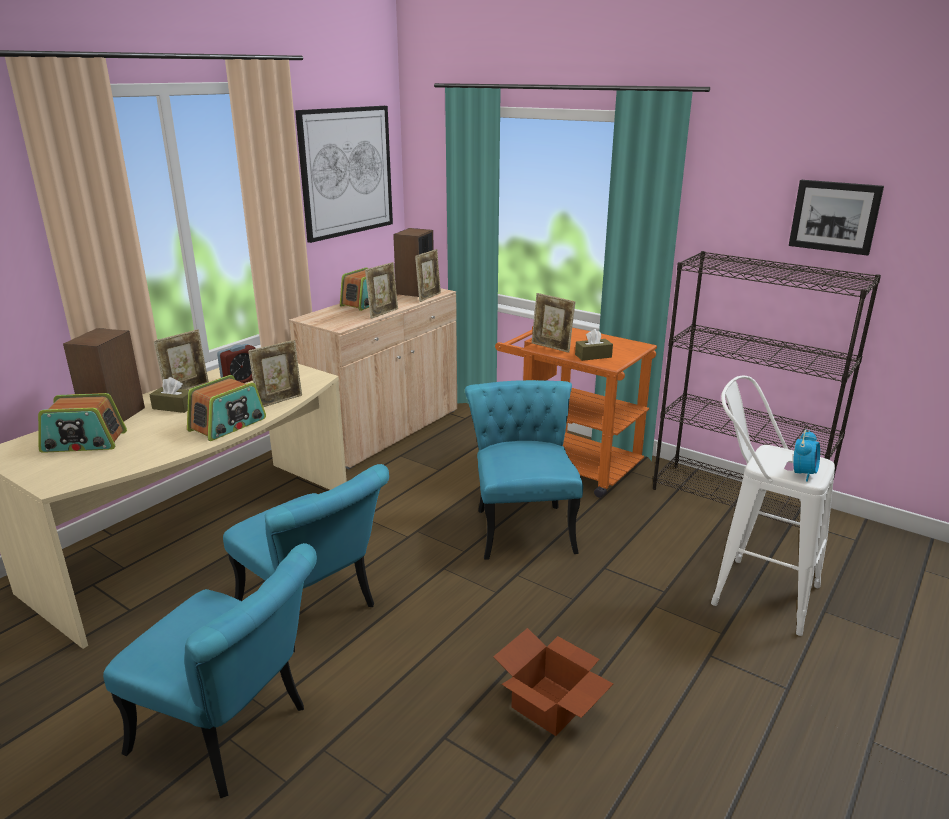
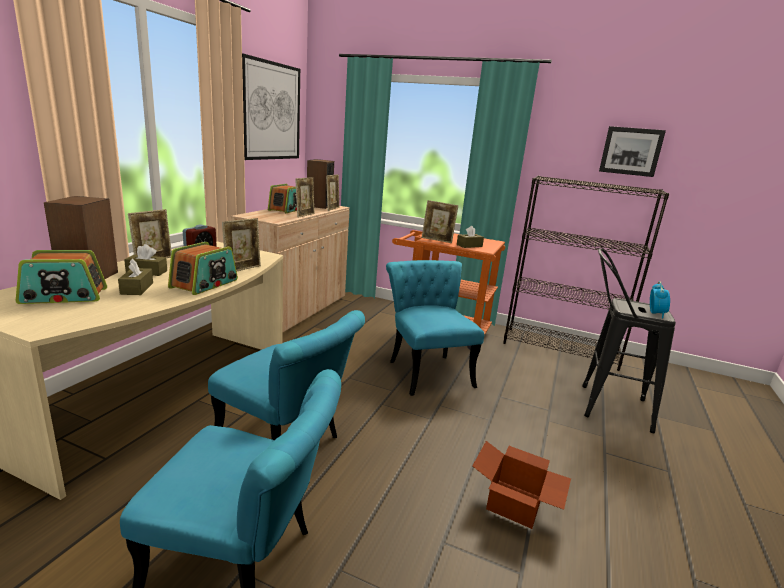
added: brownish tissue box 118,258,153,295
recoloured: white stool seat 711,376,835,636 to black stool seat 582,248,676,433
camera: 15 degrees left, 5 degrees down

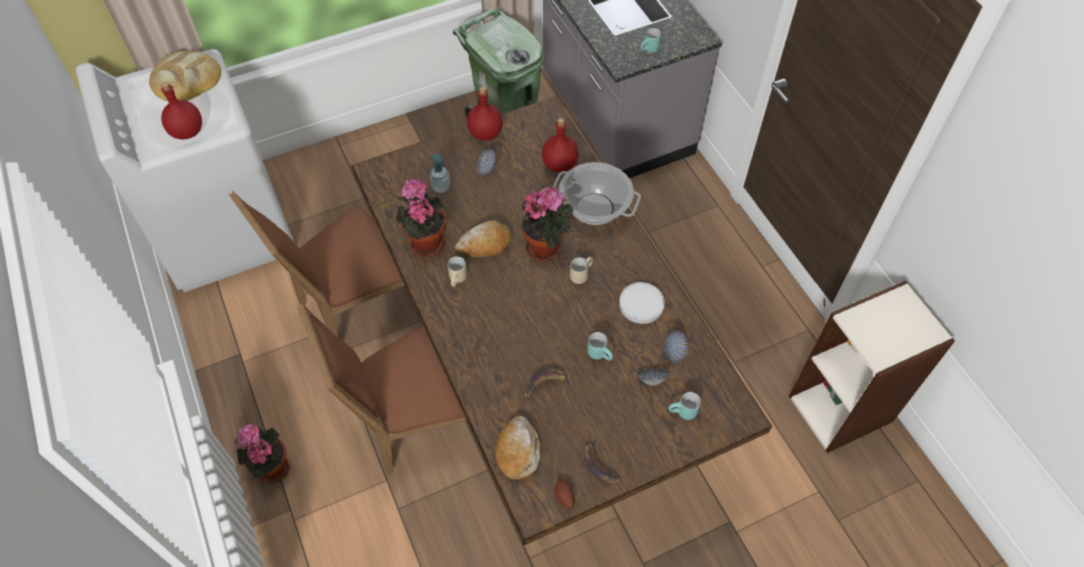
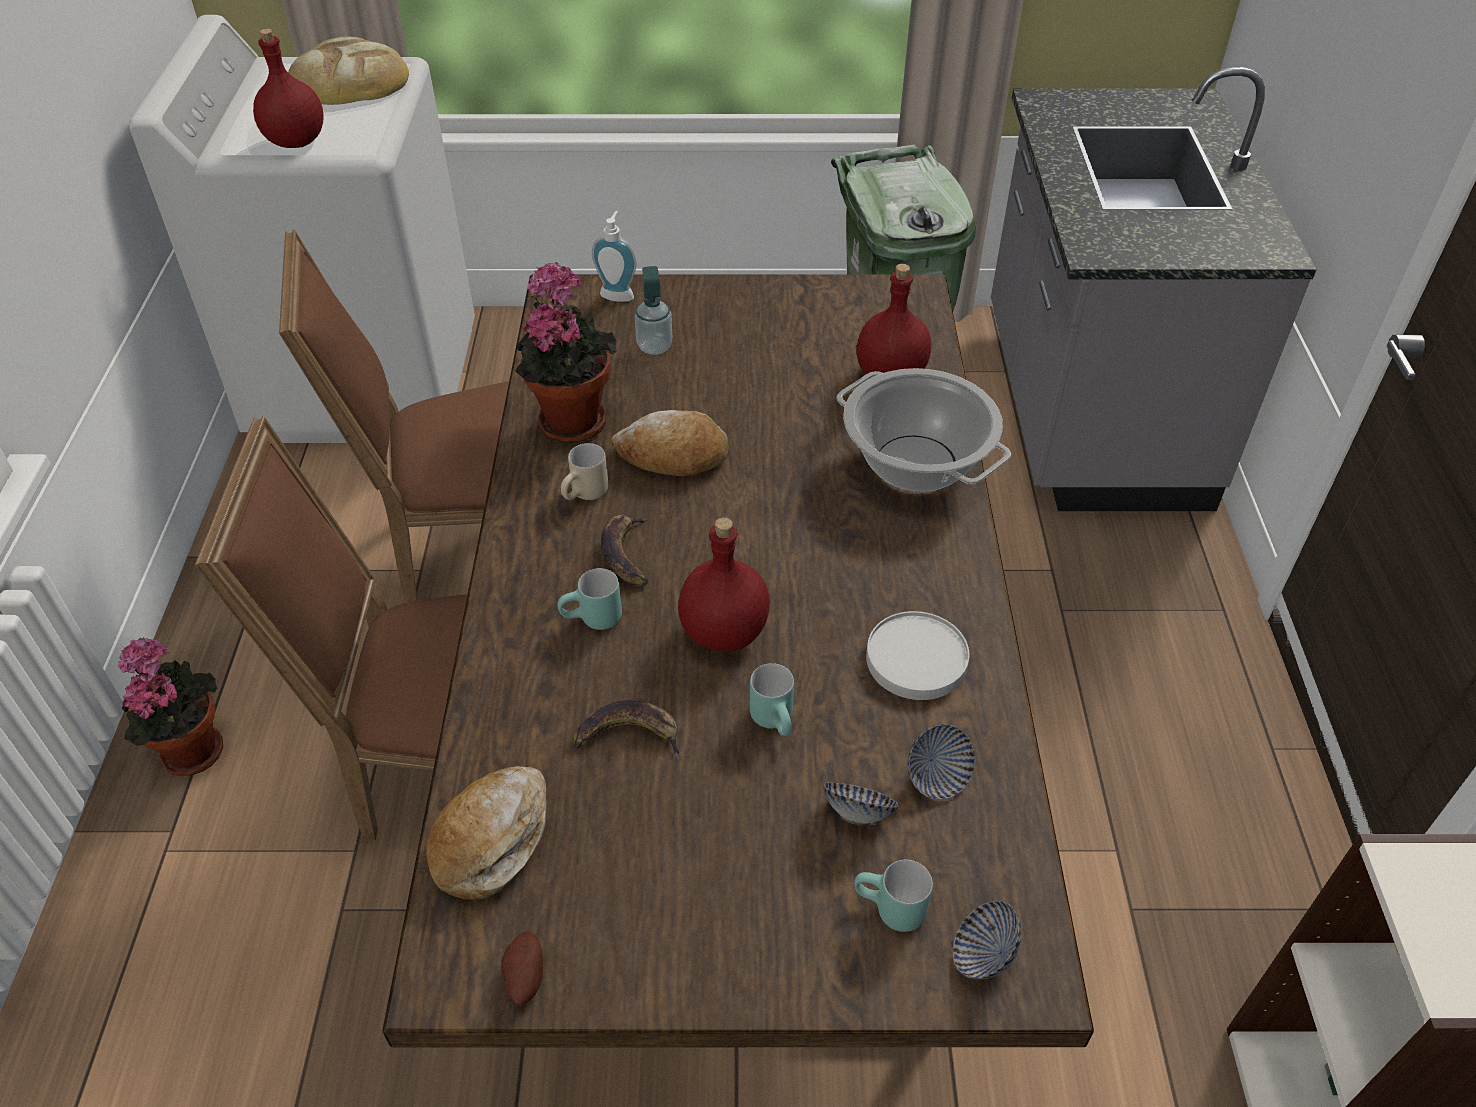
removed: plant in a pot 521,187,573,261; beige-coloured tea mug 570,257,593,284
added: liquid soap bottle 592,211,637,302
moved: red beverage bottle 467,86,503,141 to 678,517,770,652; deep dish 477,149,497,175 to 953,901,1022,980; banana fruit 584,439,622,483 to 601,515,649,586; turquoise-coloured tea mug 640,28,661,53 to 557,568,622,630
camera: 25 degrees right, 10 degrees down

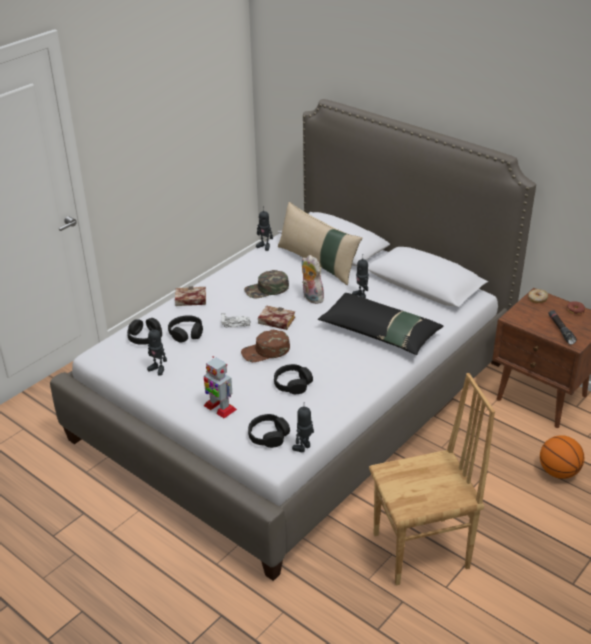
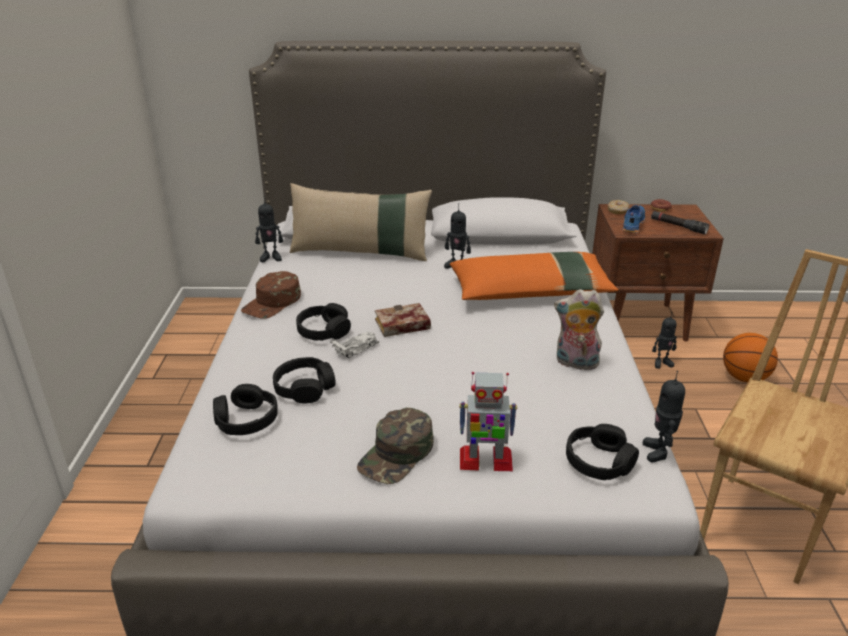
removed: bound book 175,286,206,306
added: bluish item of footwear 623,205,645,233
moved: model robot 147,327,167,375 to 652,313,677,369; brownish baseball cap 241,330,290,362 to 241,271,301,318; green baseball cap 244,270,289,298 to 357,408,434,484; black headset 274,364,313,394 to 296,303,351,341; cuddly toy 302,255,324,304 to 554,289,604,370
recoloured: black pillow 318,293,443,355 to orange-coloured pillow 450,252,619,300
camera: 40 degrees left, 5 degrees down

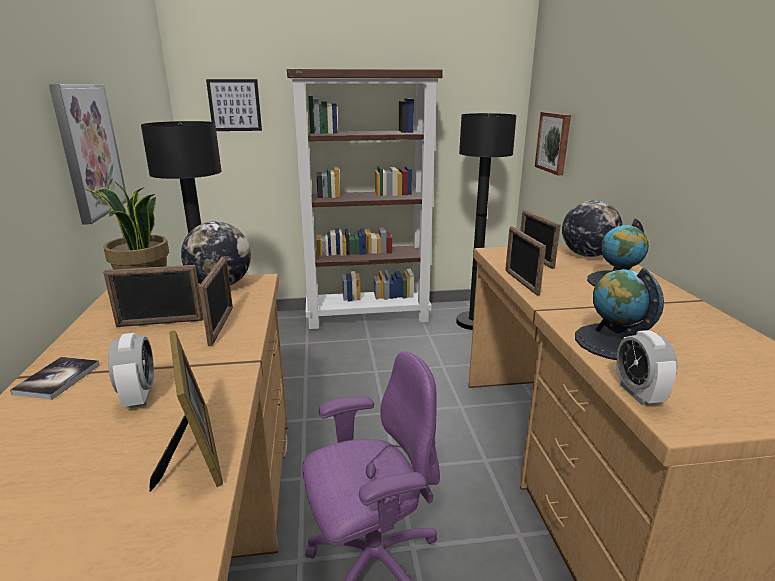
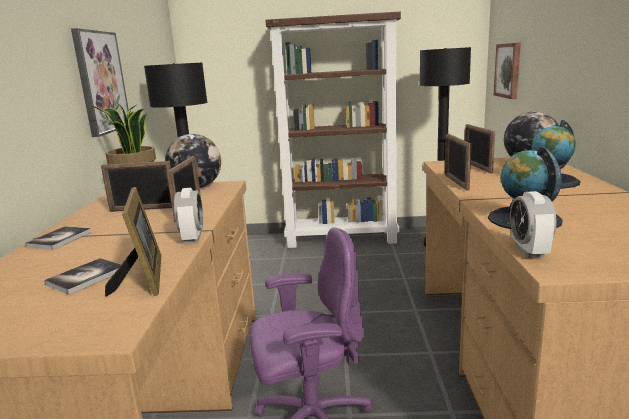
removed: wall picture 206,79,262,131
added: bound book 44,258,121,295
moved: table clock 108,333,154,408 to 174,188,203,244
camera: 10 degrees right, 5 degrees down

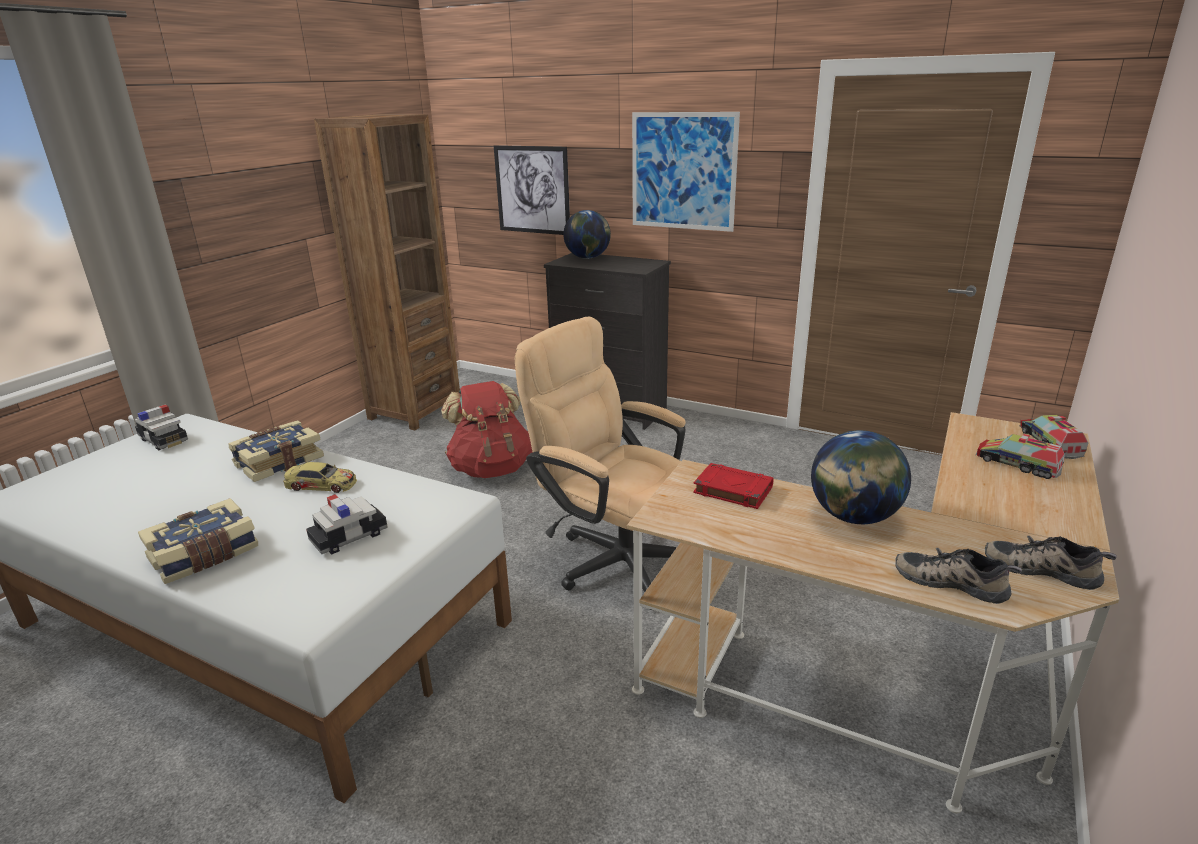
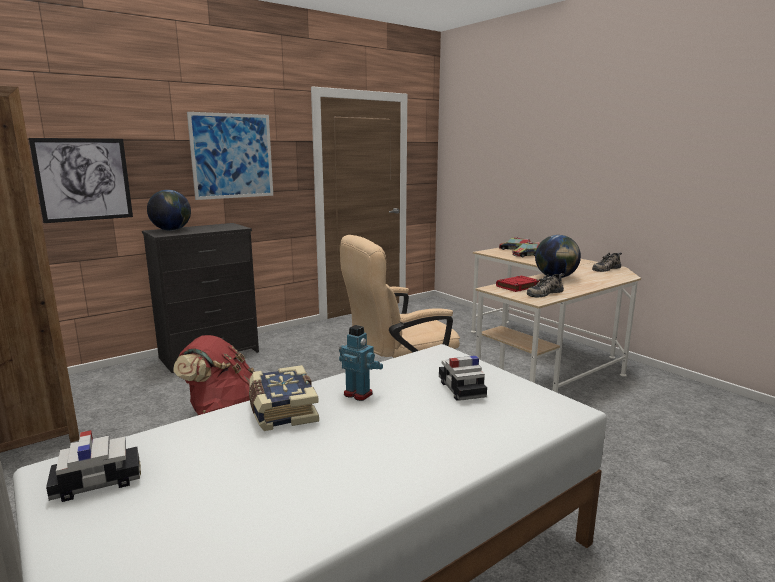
removed: bound book 138,498,258,584
moved: item of footwear 895,548,1022,604 to 527,273,565,297
replaced: model car 283,462,357,493 to model robot 339,325,383,401
camera: 65 degrees left, 10 degrees down

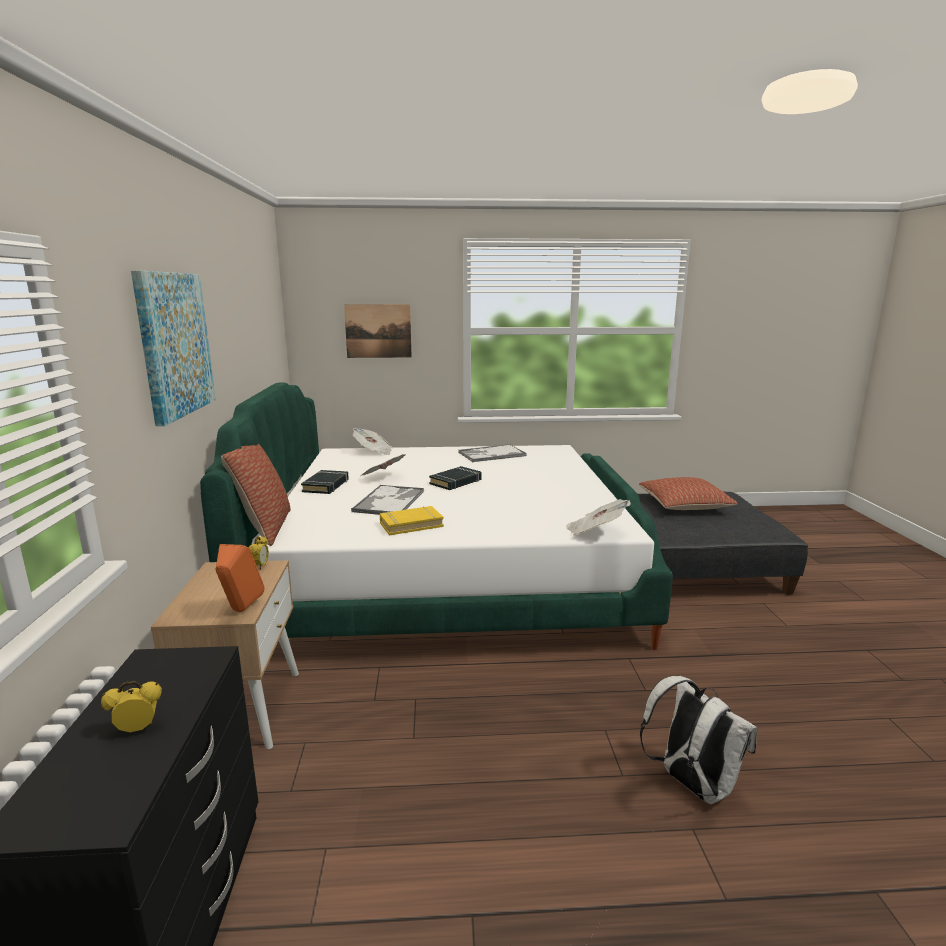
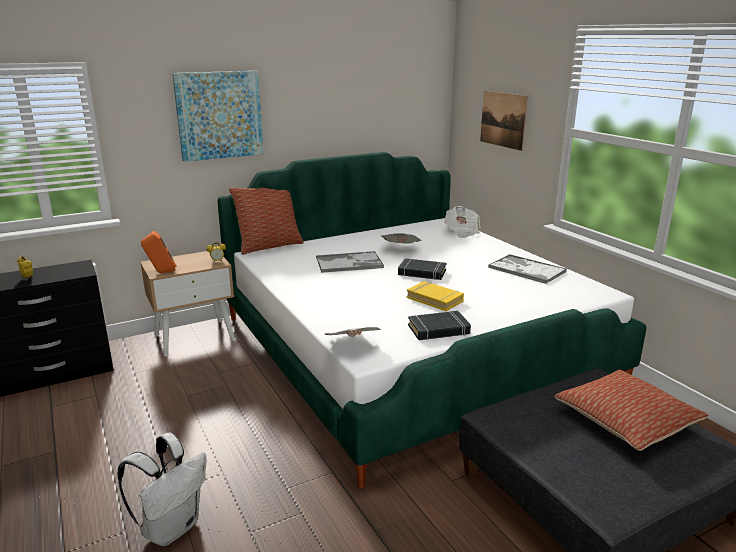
moved: black bound book 301,470,349,494 to 408,311,471,340; yellowish bound book 380,506,444,535 to 406,281,464,311
camera: 65 degrees right, 5 degrees up

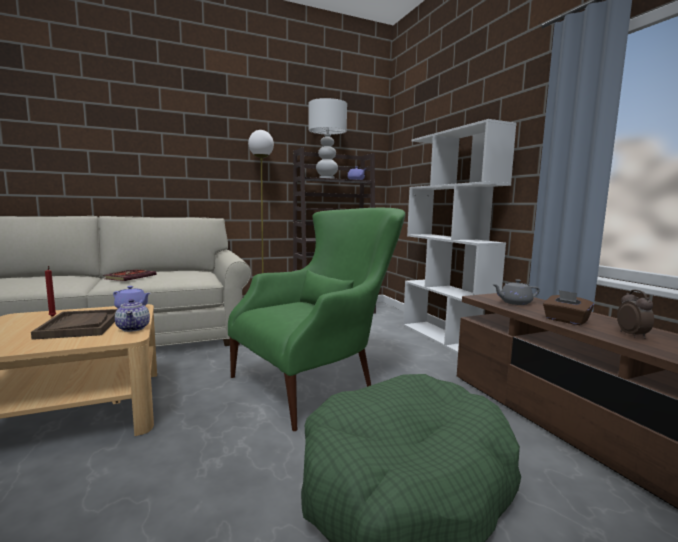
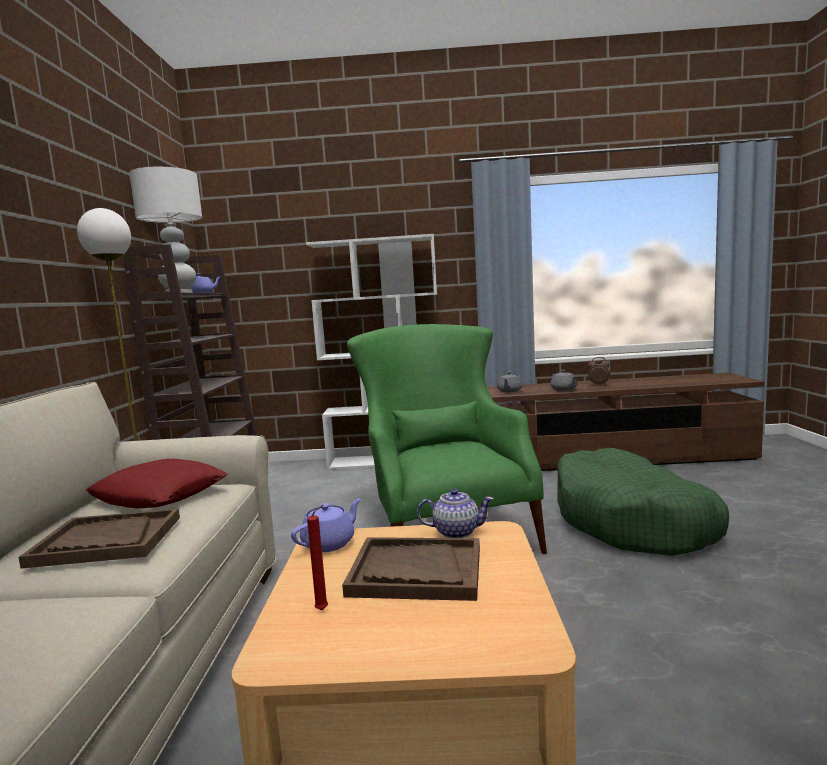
added: red pillow 86,459,228,508
replaced: bound book 104,270,156,281 to brownish serving tray 18,509,180,569; brownish tissue box 543,290,594,325 to greyish tea pot 550,370,577,391
camera: 65 degrees left, 0 degrees up

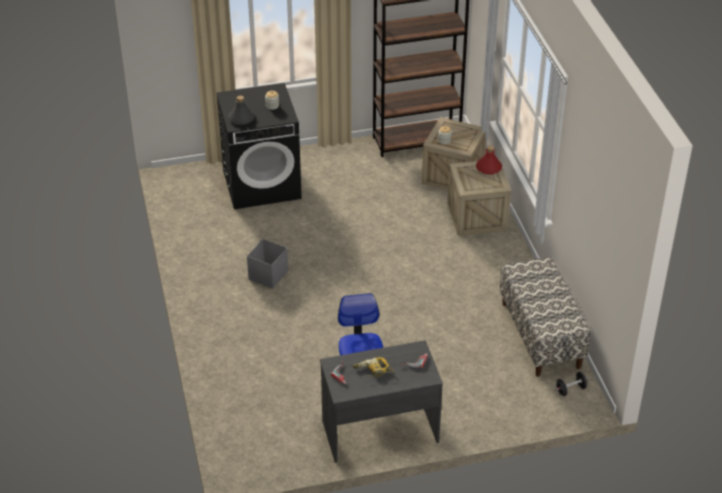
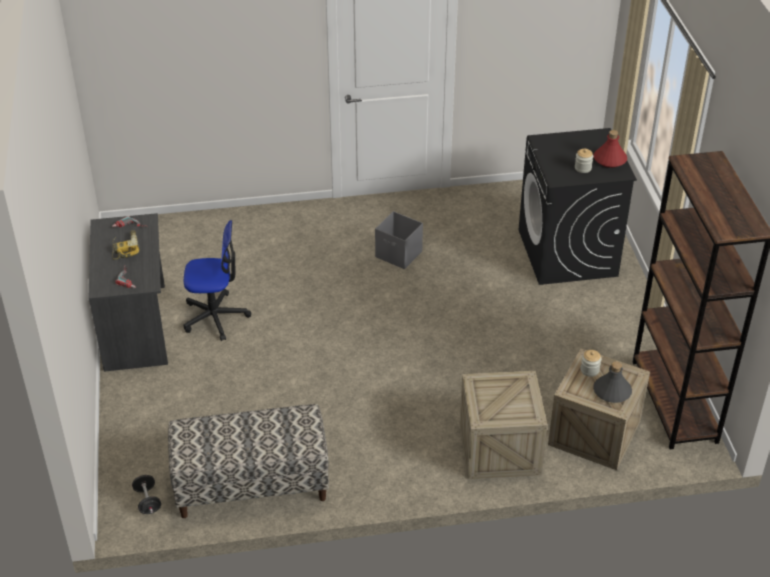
moved: greyish beverage bottle 228,96,255,125 to 593,362,632,403; red beverage bottle 476,146,502,175 to 593,130,627,168
camera: 95 degrees right, 0 degrees up

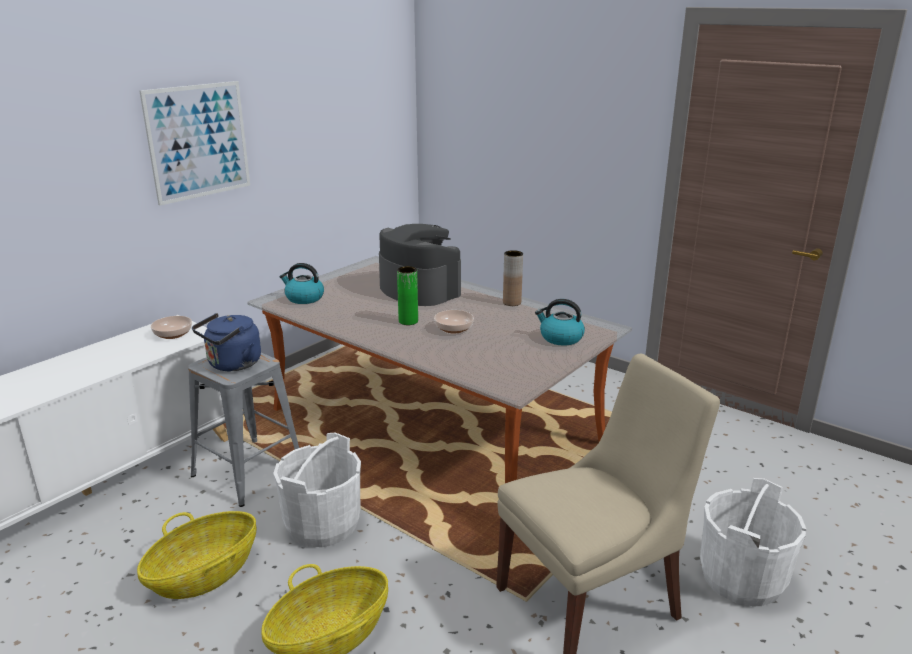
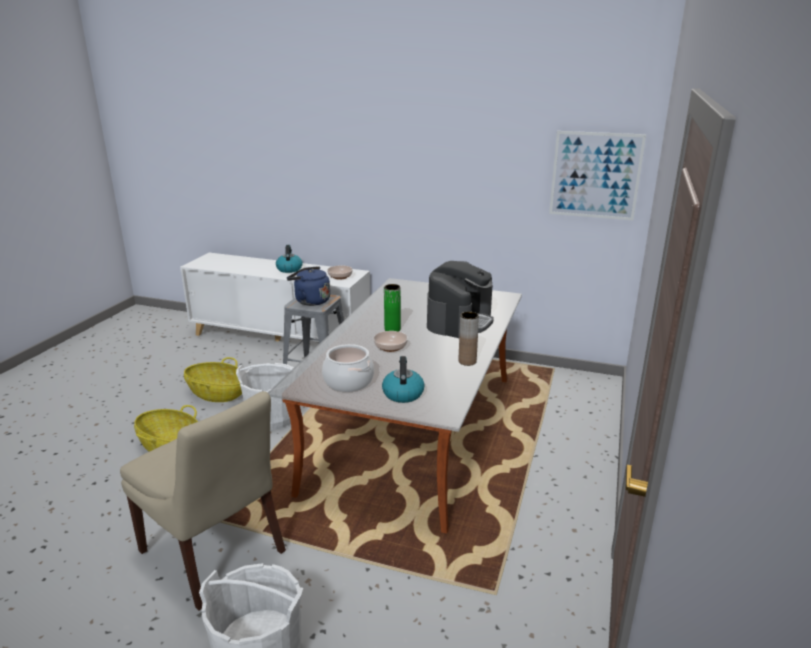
added: saucepot 322,344,374,392
moved: wall picture 139,81,250,206 to 549,131,646,220; kettle 280,263,324,304 to 276,245,303,273
camera: 70 degrees right, 0 degrees up

